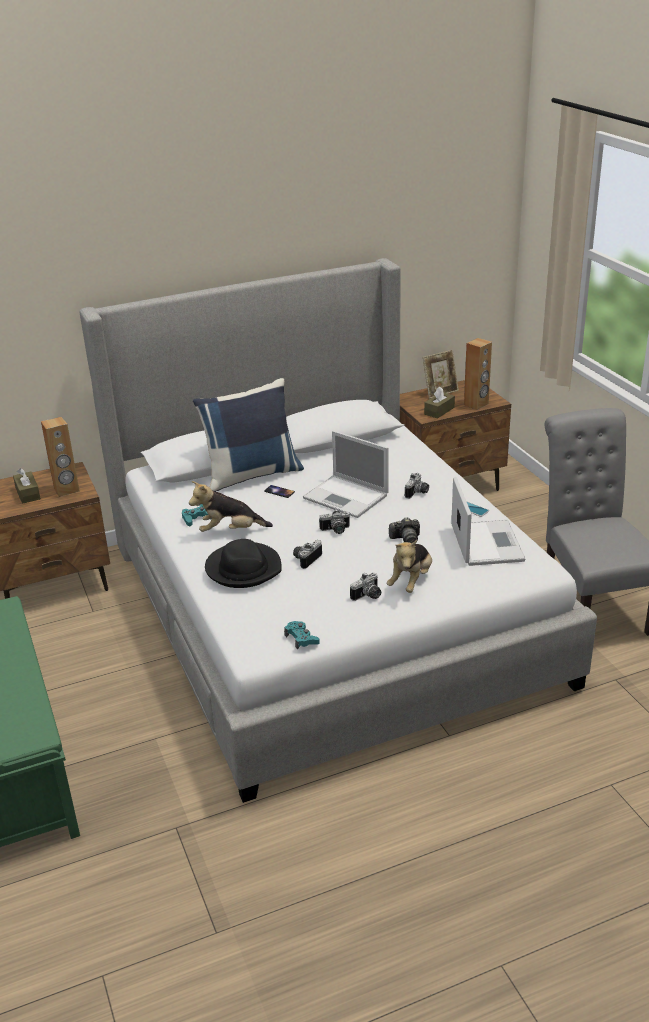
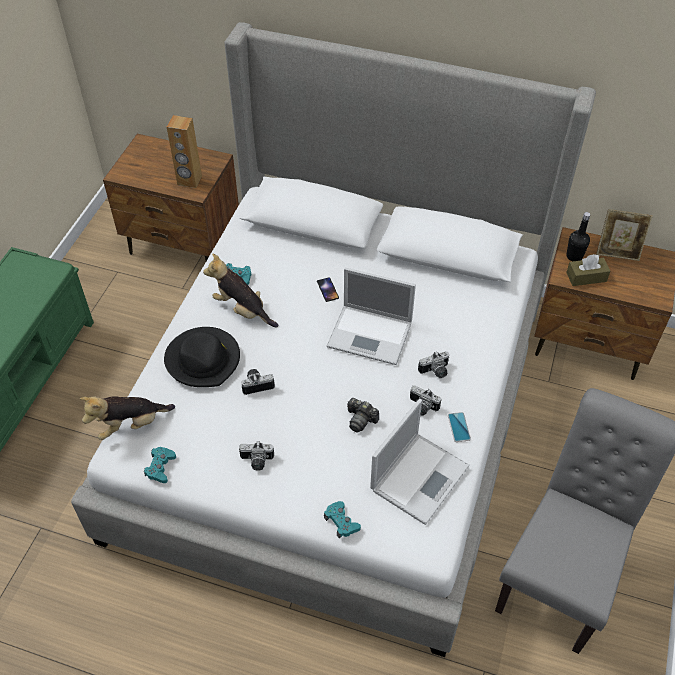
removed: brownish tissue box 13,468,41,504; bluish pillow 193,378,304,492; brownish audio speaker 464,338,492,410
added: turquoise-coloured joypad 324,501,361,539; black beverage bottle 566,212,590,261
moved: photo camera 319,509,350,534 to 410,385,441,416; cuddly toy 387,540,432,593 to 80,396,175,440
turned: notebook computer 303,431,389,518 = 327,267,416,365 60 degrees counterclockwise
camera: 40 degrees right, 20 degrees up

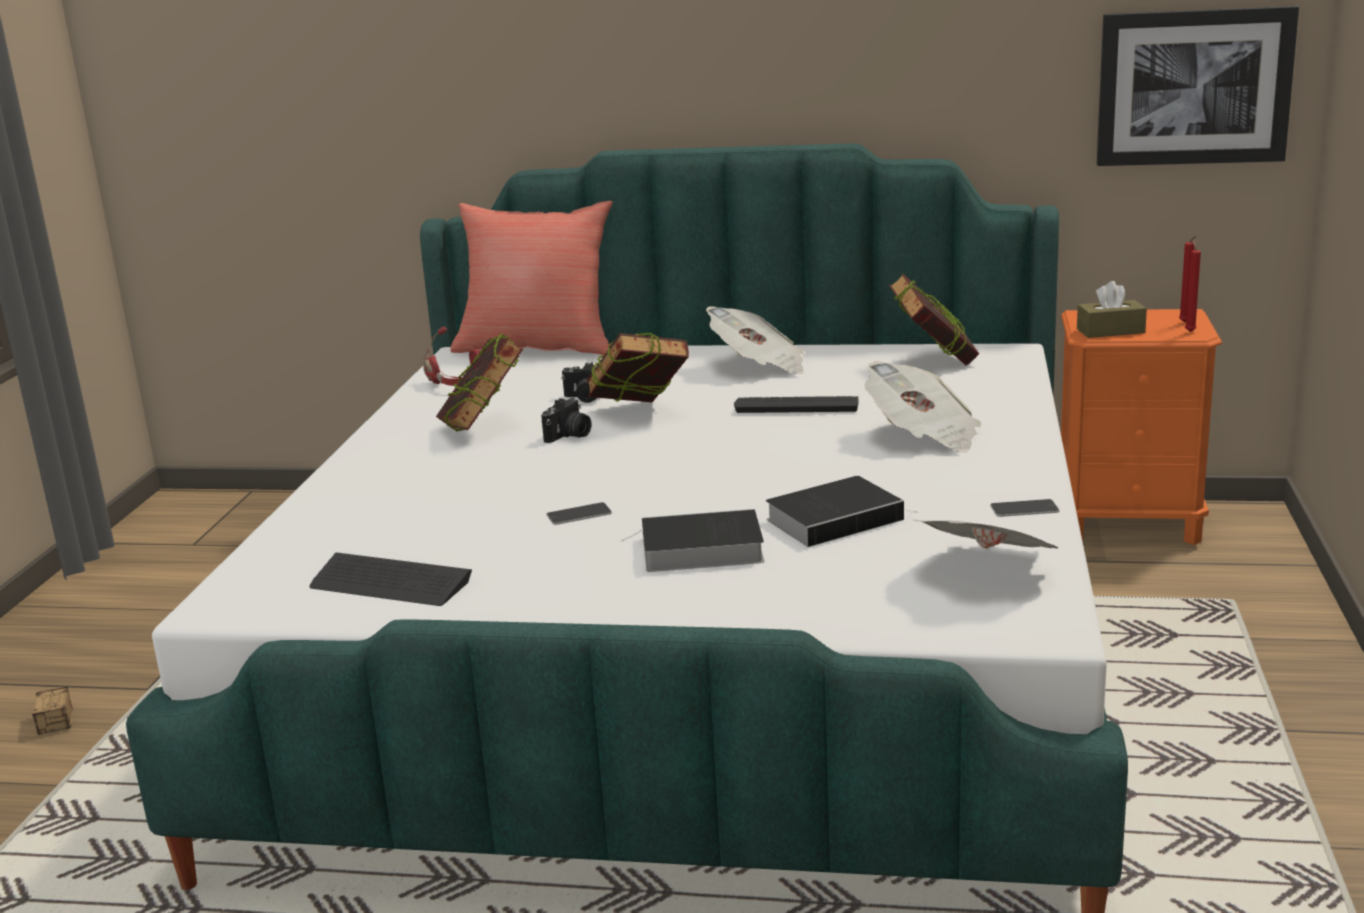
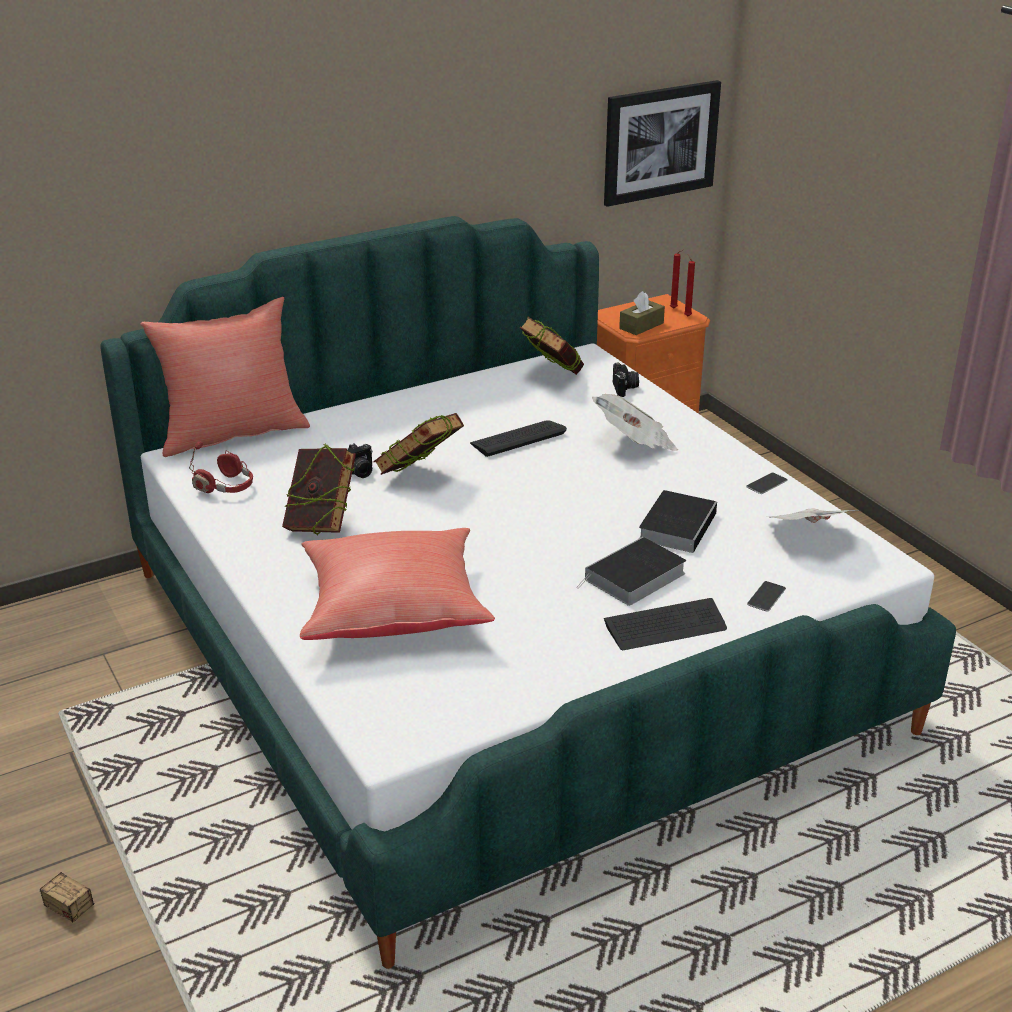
removed: printed paper 706,306,804,374
added: red pillow 300,528,495,640
moved: keyboard 309,553,472,606 to 604,598,727,650; photo camera 541,398,591,443 to 613,362,639,397; handset 546,502,612,525 to 747,581,786,612
camera: 40 degrees left, 10 degrees up

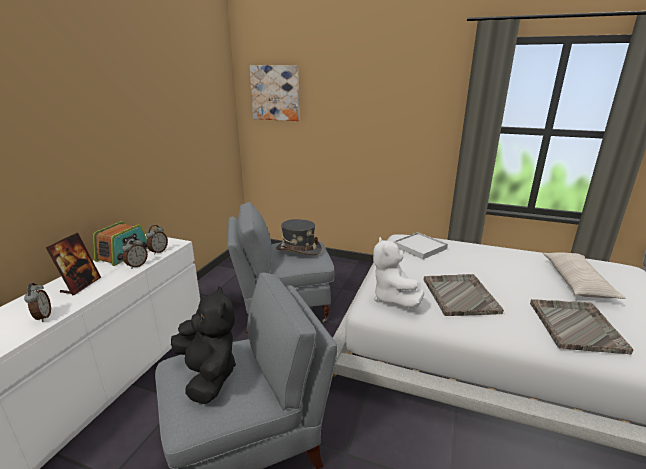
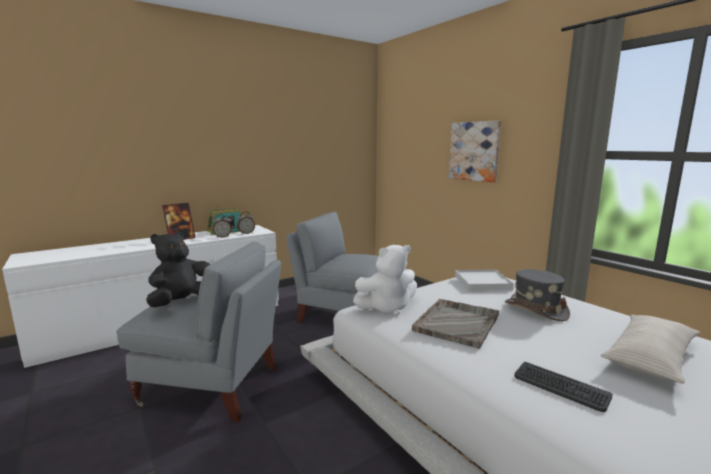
removed: table clock 24,283,51,322
moved: wall picture 249,65,299,121 to 449,120,501,182; greyish wearable hat 276,219,322,255 to 505,269,570,321
replaced: greyish serving tray 530,299,634,354 to keyboard 514,362,613,412
turned: black cuddly toy 171,286,236,404 = 146,232,211,307 150 degrees counterclockwise; white cuddly toy 373,237,424,308 = 353,245,417,316 135 degrees counterclockwise
camera: 35 degrees right, 10 degrees down

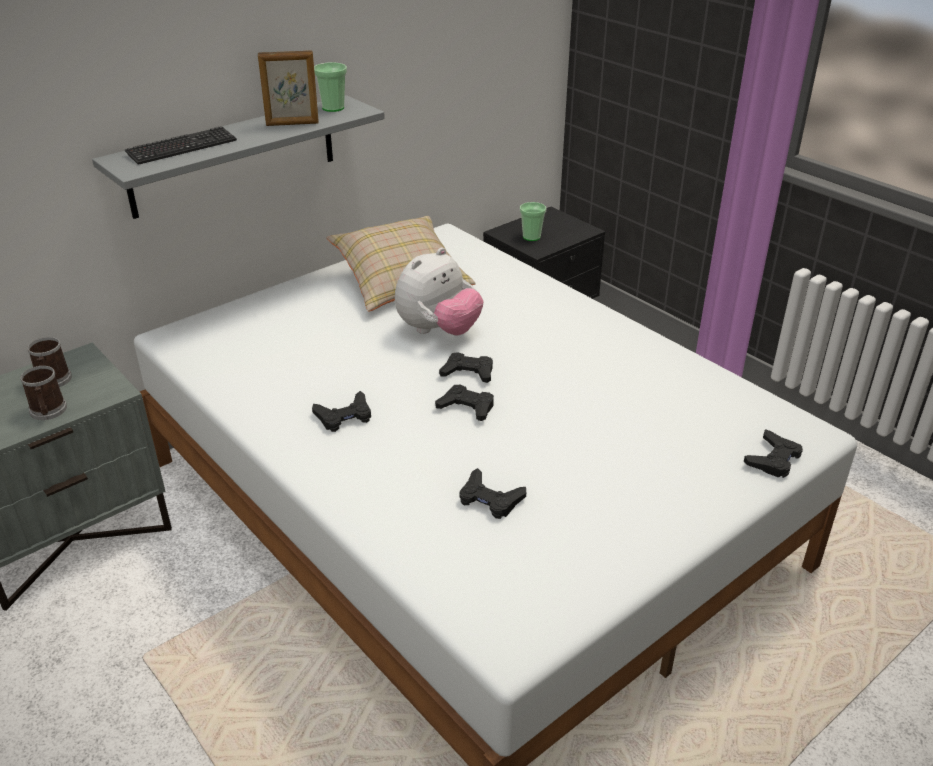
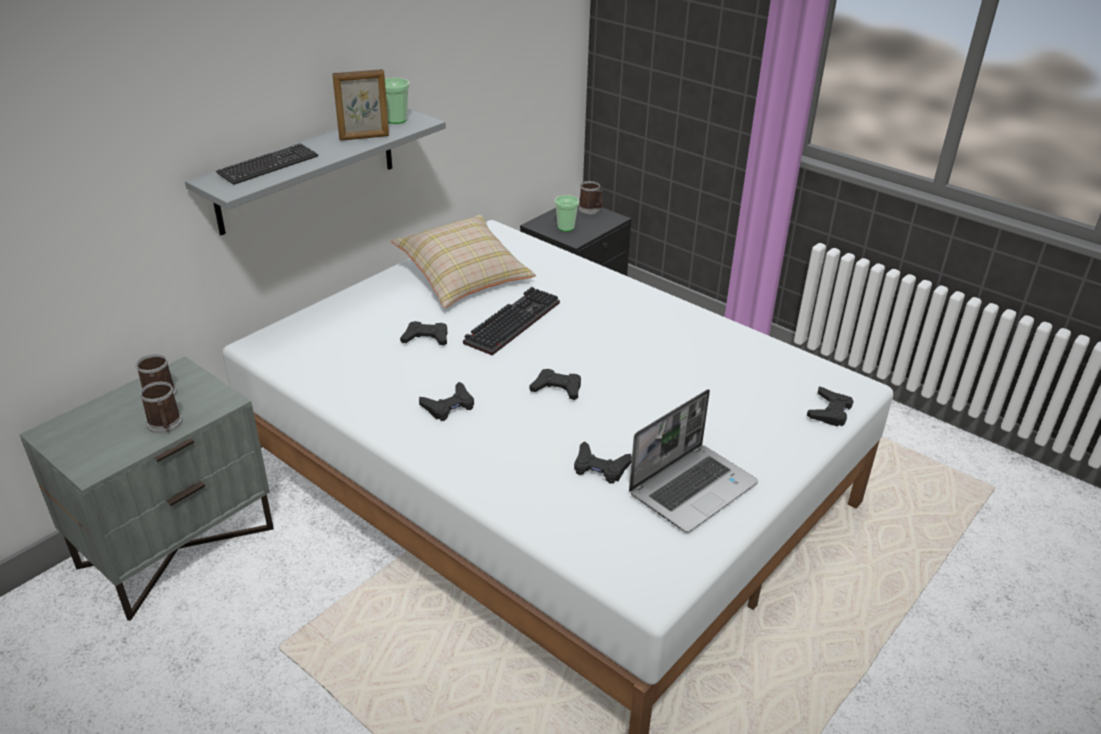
added: tea mug 578,181,603,214; notebook computer 629,389,758,533
moved: black joypad 439,352,493,383 to 400,321,447,346
replaced: cuddly toy 395,248,483,335 to keyboard 463,287,560,356
camera: 10 degrees left, 0 degrees up

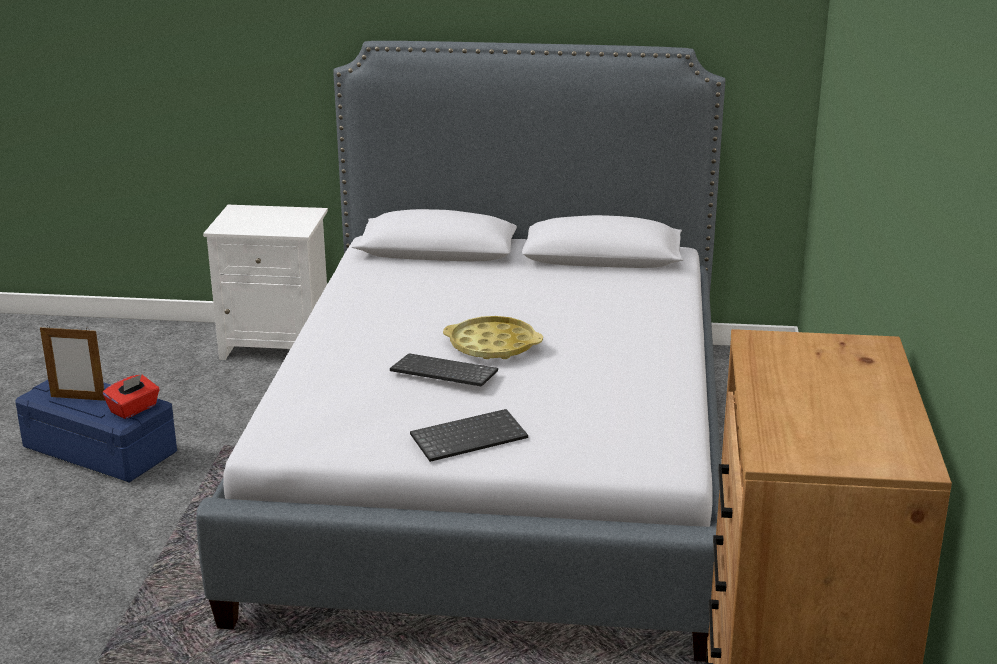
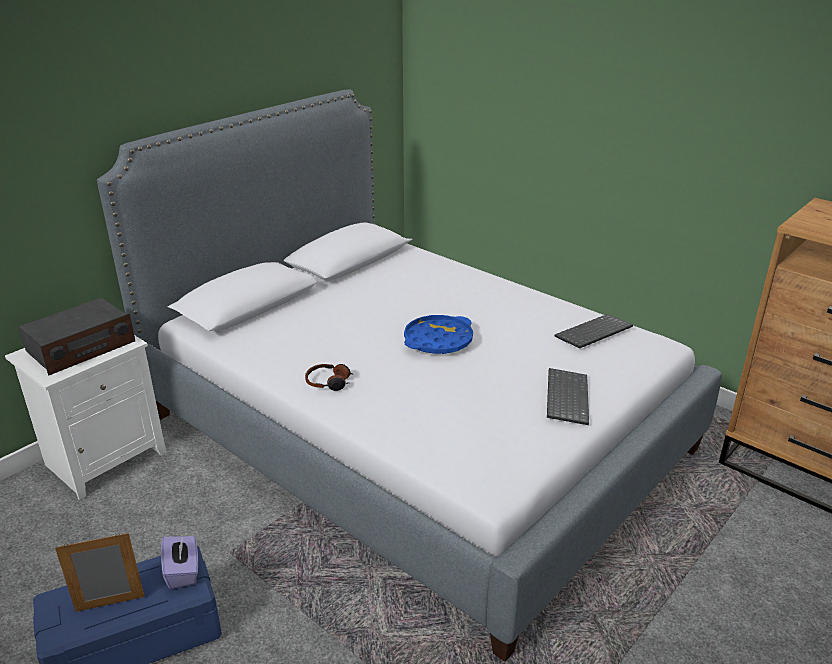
added: radio set 19,298,135,375; headset 305,364,354,391
moved: keyboard 390,353,498,387 to 554,314,633,348
recoloured: red tissue box 103,374,160,419 to purple tissue box 161,536,198,589; yellowish serving tray 443,316,543,359 to bluish serving tray 404,315,473,354
turned: picture frame 40,325,106,401 = 55,533,145,612 150 degrees counterclockwise
camera: 55 degrees left, 5 degrees up

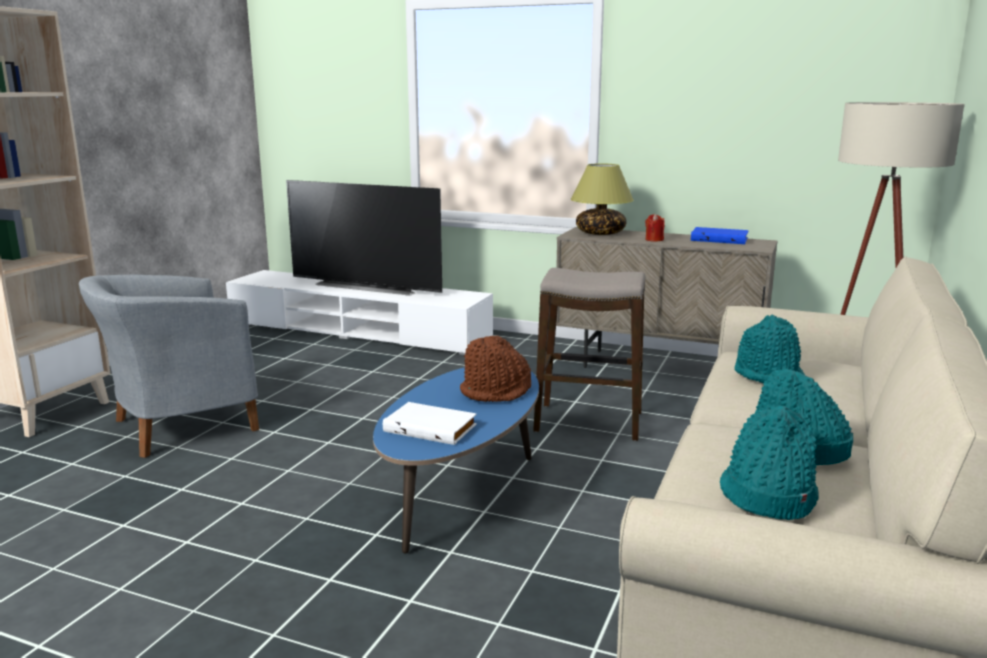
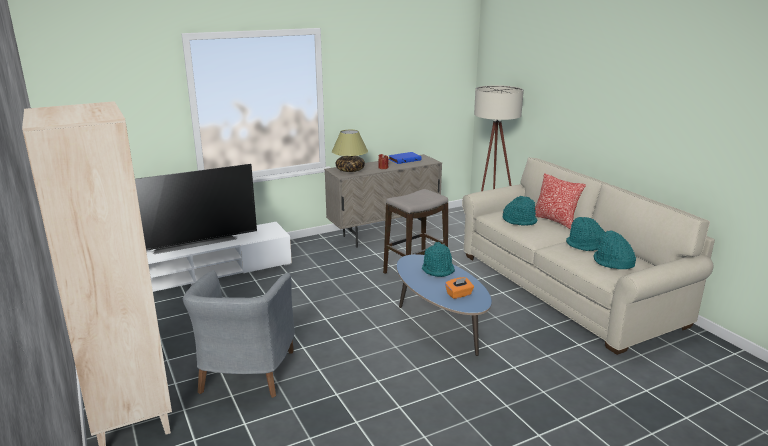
added: pillow 535,173,586,229
replaced: white bound book 383,402,477,445 to orange-coloured tissue box 445,277,474,299
recoloured: brownish wearable hat 460,336,531,402 to turquoise-coloured wearable hat 422,242,455,277
camera: 50 degrees left, 5 degrees up

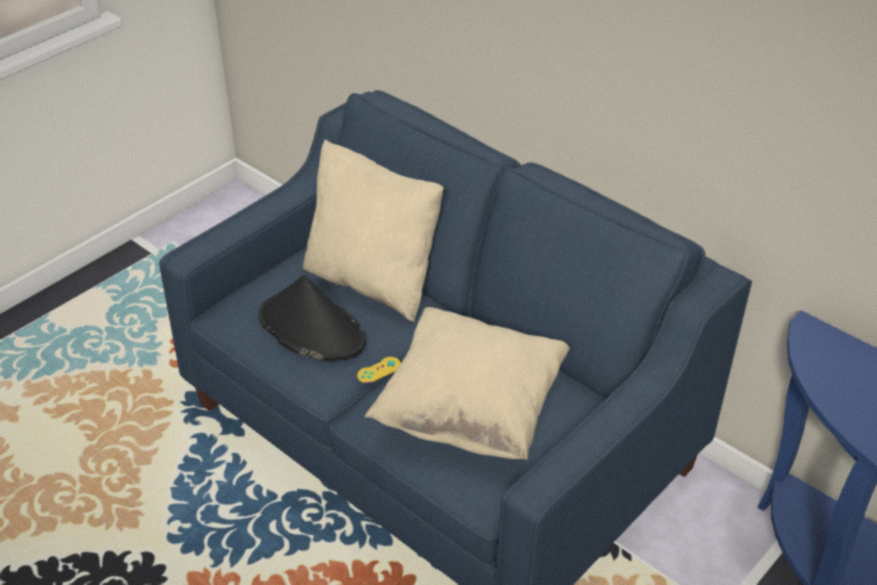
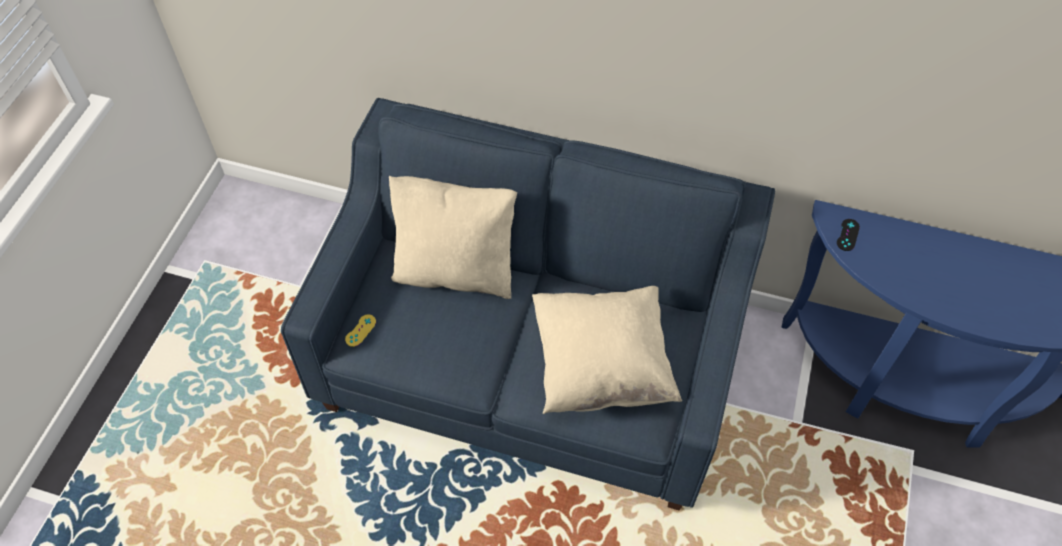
removed: black wearable hat 259,275,366,361
added: black joypad 837,219,860,251
moved: yellowish joypad 357,357,401,383 to 345,314,376,347
camera: 25 degrees left, 15 degrees up

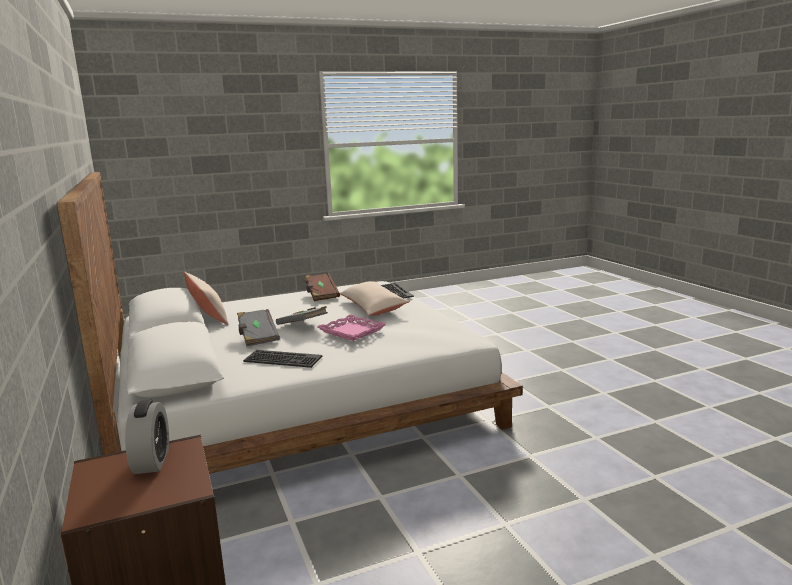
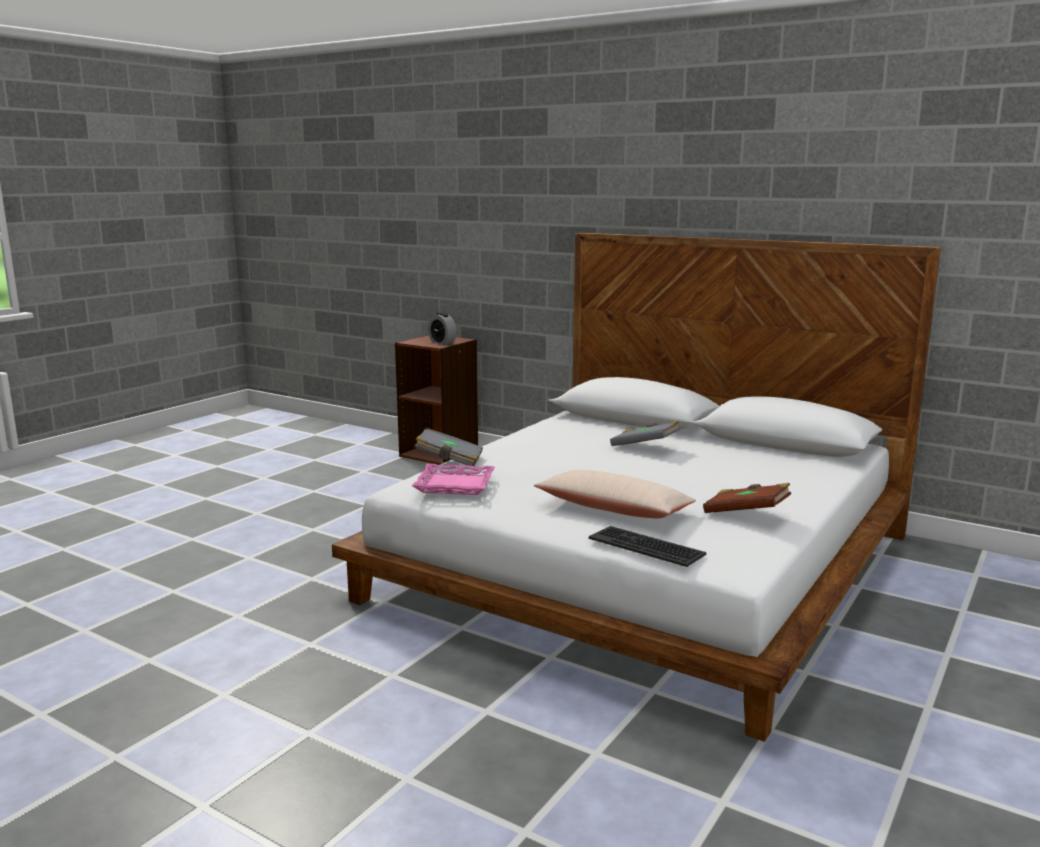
removed: beige-coloured pillow 184,272,228,325; keyboard 243,350,322,368
moved: greyish bound book 276,306,328,325 to 414,428,483,466; pink-coloured serving tray 317,315,386,341 to 412,464,495,495
camera: 145 degrees right, 0 degrees up

